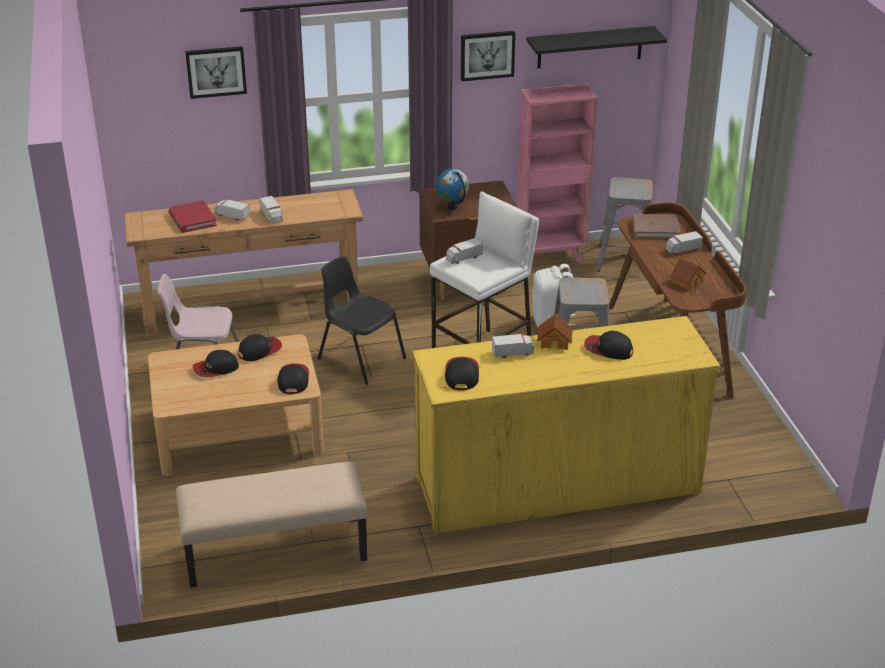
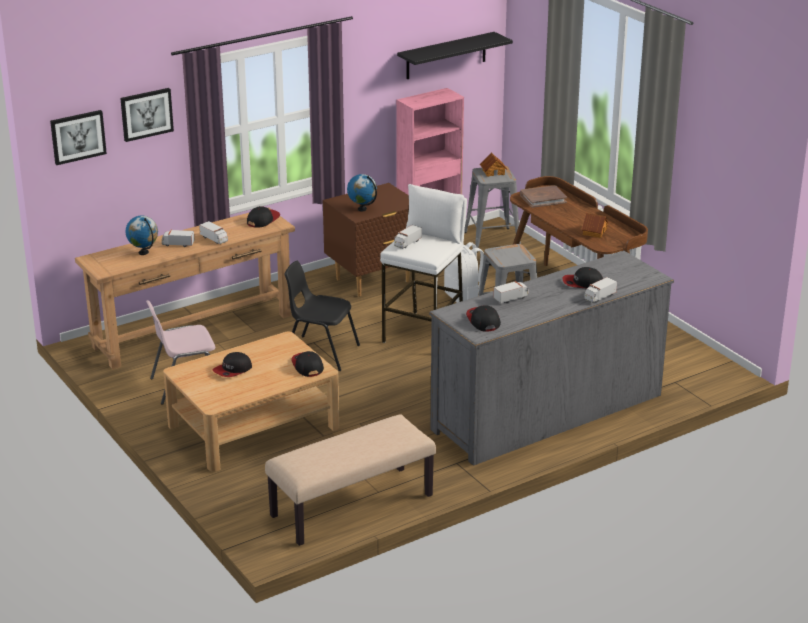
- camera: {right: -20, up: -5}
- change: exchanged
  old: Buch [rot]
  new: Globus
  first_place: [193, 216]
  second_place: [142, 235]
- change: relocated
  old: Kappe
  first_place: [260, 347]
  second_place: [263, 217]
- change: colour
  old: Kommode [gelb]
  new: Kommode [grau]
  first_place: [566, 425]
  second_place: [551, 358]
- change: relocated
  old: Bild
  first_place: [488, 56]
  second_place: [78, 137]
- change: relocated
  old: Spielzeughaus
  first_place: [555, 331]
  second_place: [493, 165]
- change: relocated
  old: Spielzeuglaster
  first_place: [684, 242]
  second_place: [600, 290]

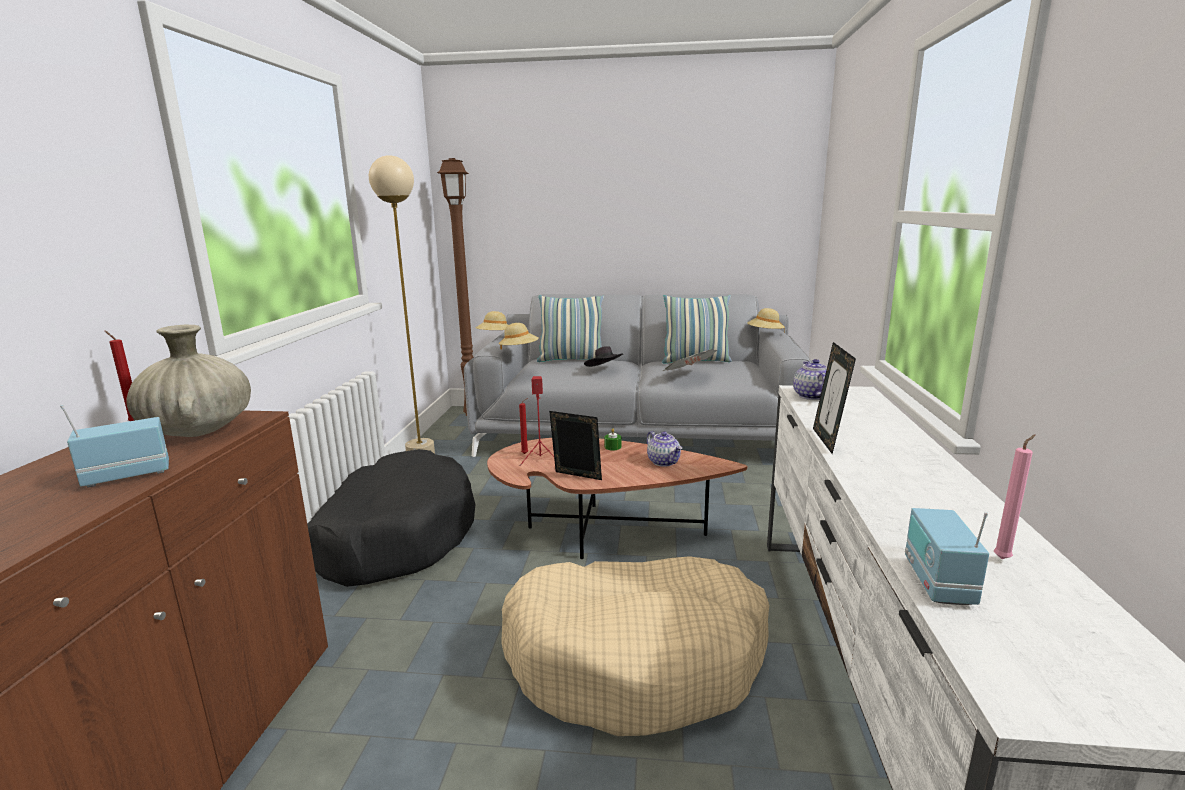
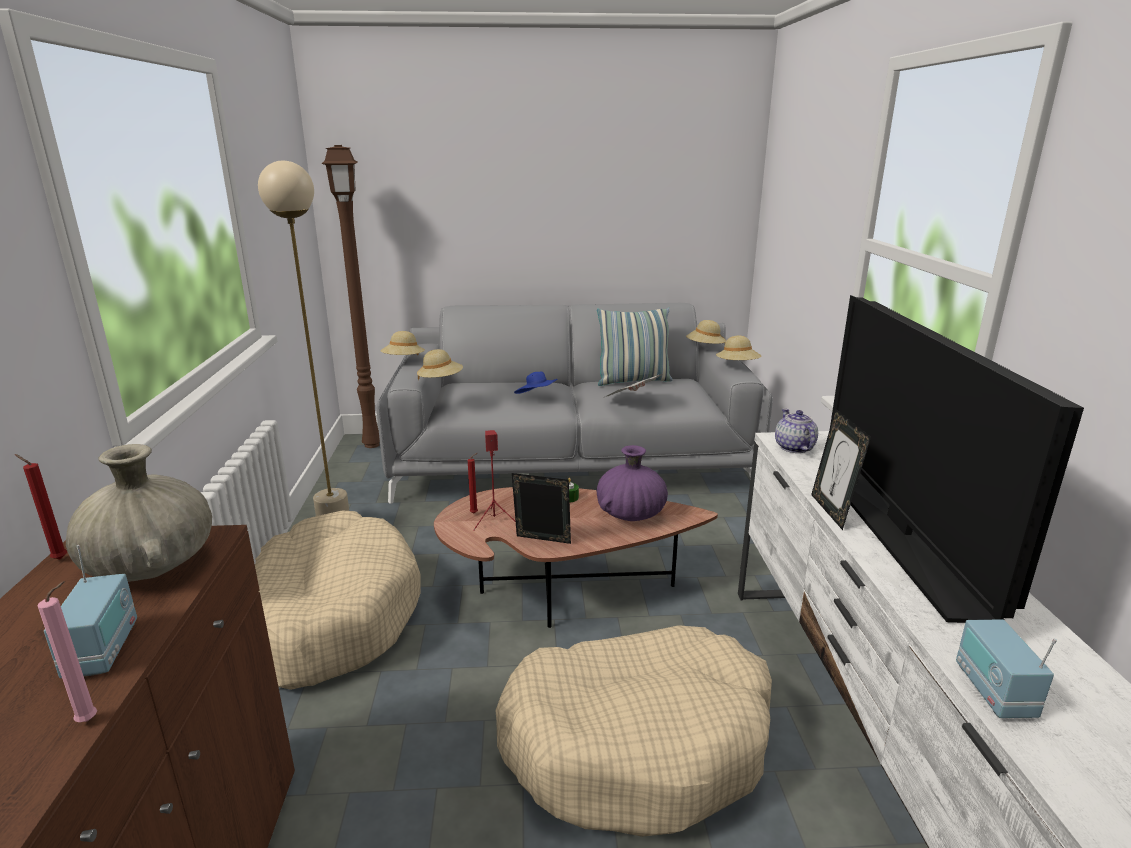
- camera: {right: -10, up: 5}
- change: spun
  old: Radio
  first_place: [114, 446]
  second_place: [90, 611]
  degrees: 120
- change: colour
  old: Hundebett [schwarz]
  new: Hundebett [beige]
  first_place: [391, 518]
  second_place: [337, 600]
- change: missing
  old: Kissen
  first_place: [570, 328]
- change: colour
  old: Hut [schwarz]
  new: Hut [blau]
  first_place: [603, 356]
  second_place: [536, 383]
- change: exchanged
  old: Teekanne
  new: Vase [lila]
  first_place: [664, 449]
  second_place: [632, 483]
- change: relocated
  old: Kerze [rosa]
  first_place: [1014, 496]
  second_place: [67, 651]
- change: appeared
  new: Hut [beige]
  second_place: [738, 348]
- change: appeared
  new: Fernseher
  second_place: [957, 459]

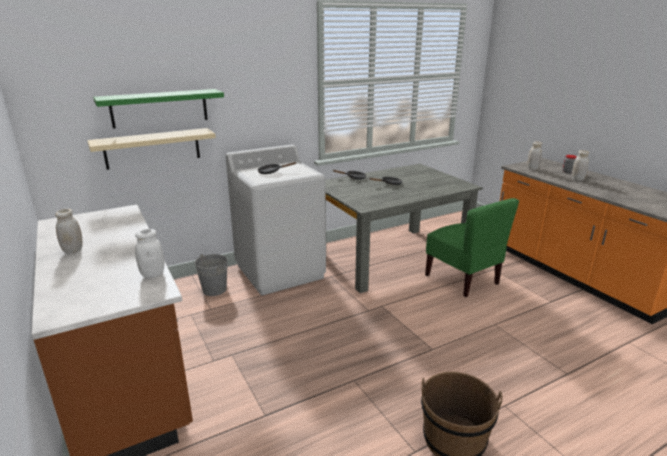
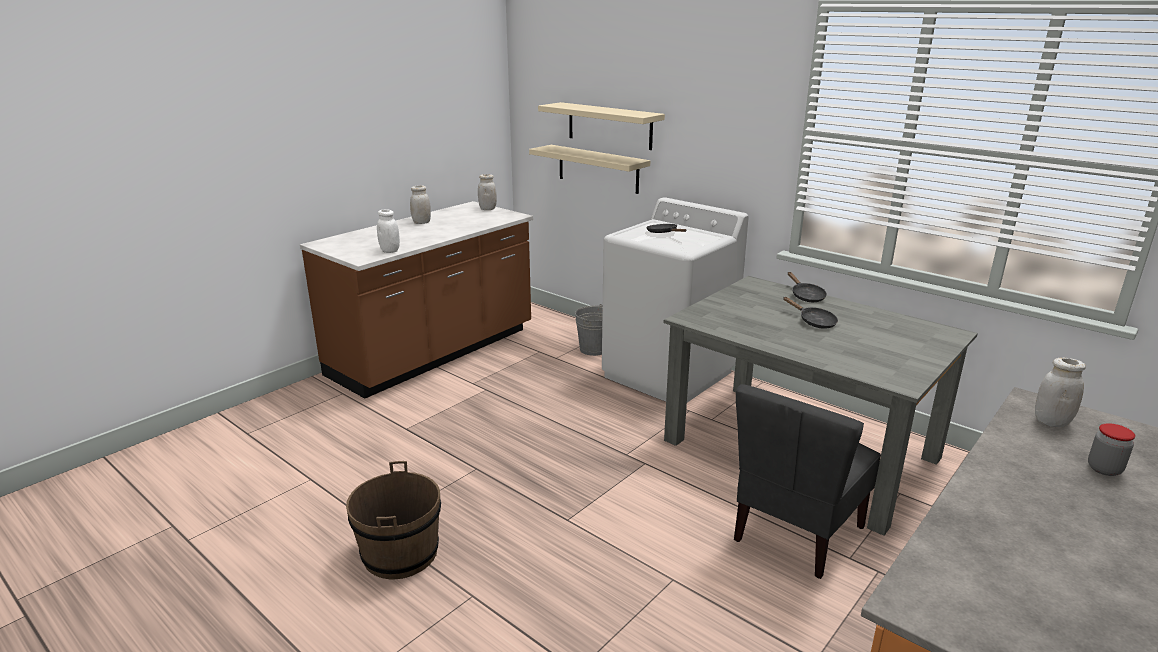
- camera: {right: 70, up: 0}
- change: colour
  old: Wandregal [grün]
  new: Wandregal [beige]
  first_place: [158, 109]
  second_place: [601, 126]
- change: colour
  old: Stuhl [grün]
  new: Stuhl [grau]
  first_place: [472, 247]
  second_place: [807, 481]
- change: relocated
  old: Vorratsglas [weiß]
  first_place: [580, 165]
  second_place: [487, 192]

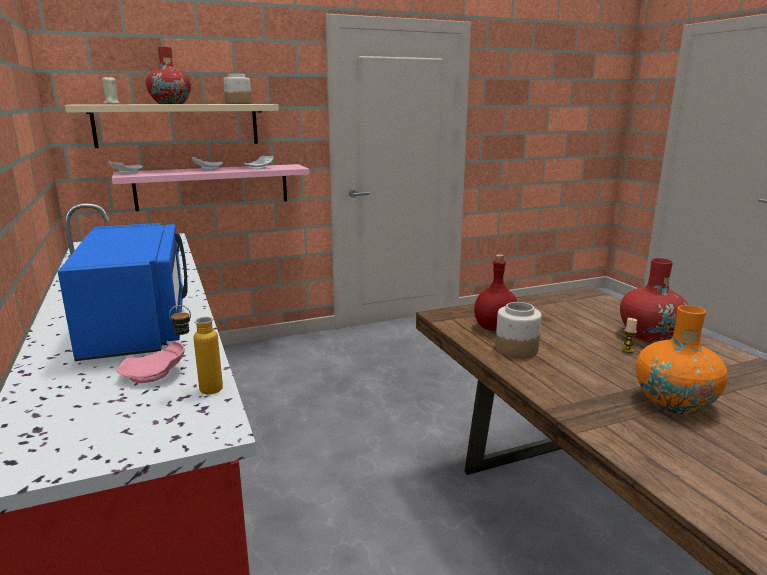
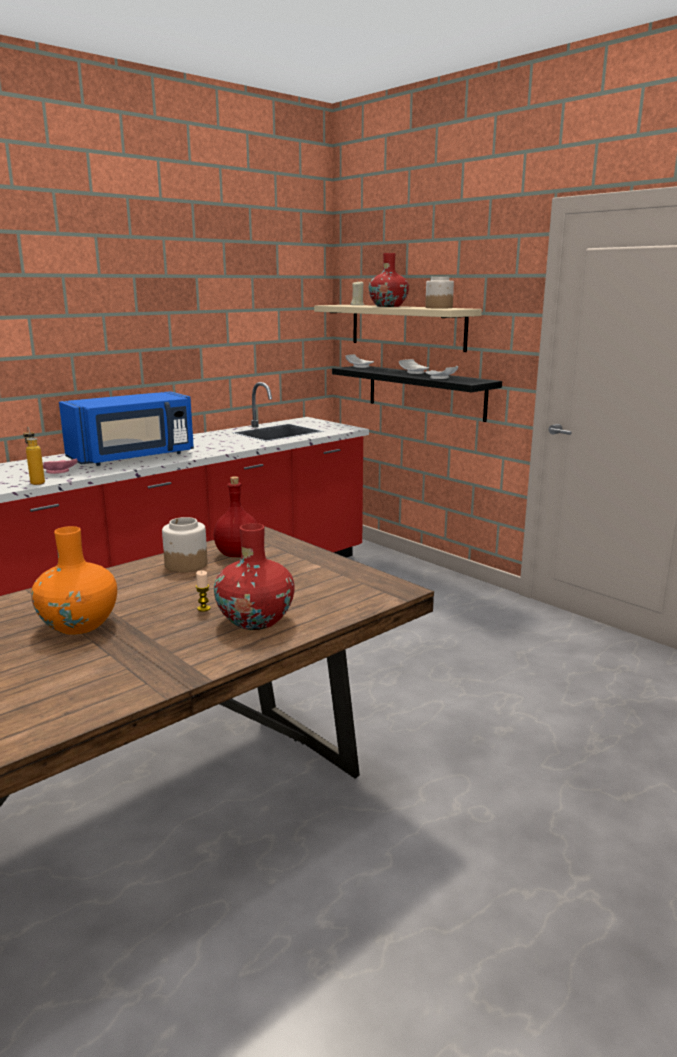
- camera: {right: 70, up: 0}
- change: colour
  old: Wandregal [rosa]
  new: Wandregal [schwarz]
  first_place: [210, 187]
  second_place: [417, 394]

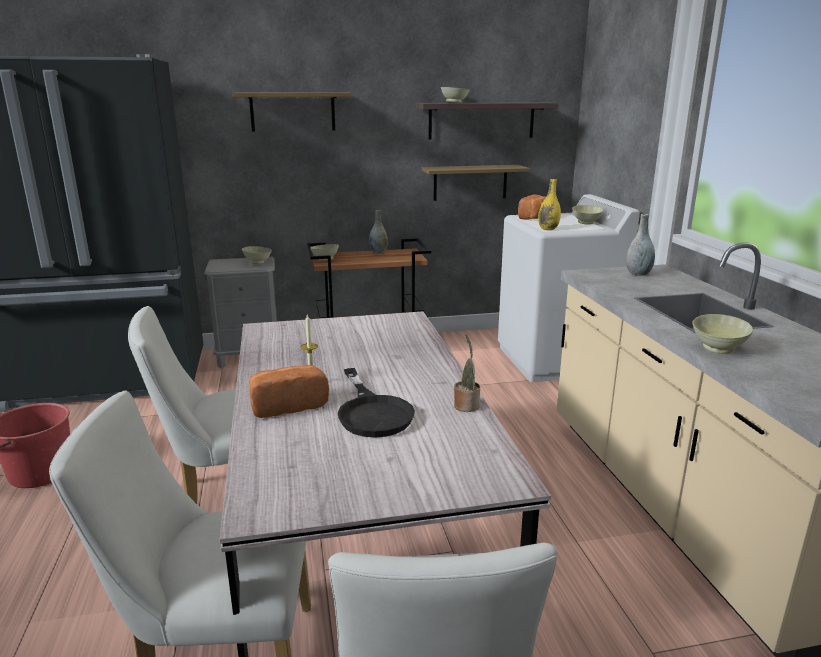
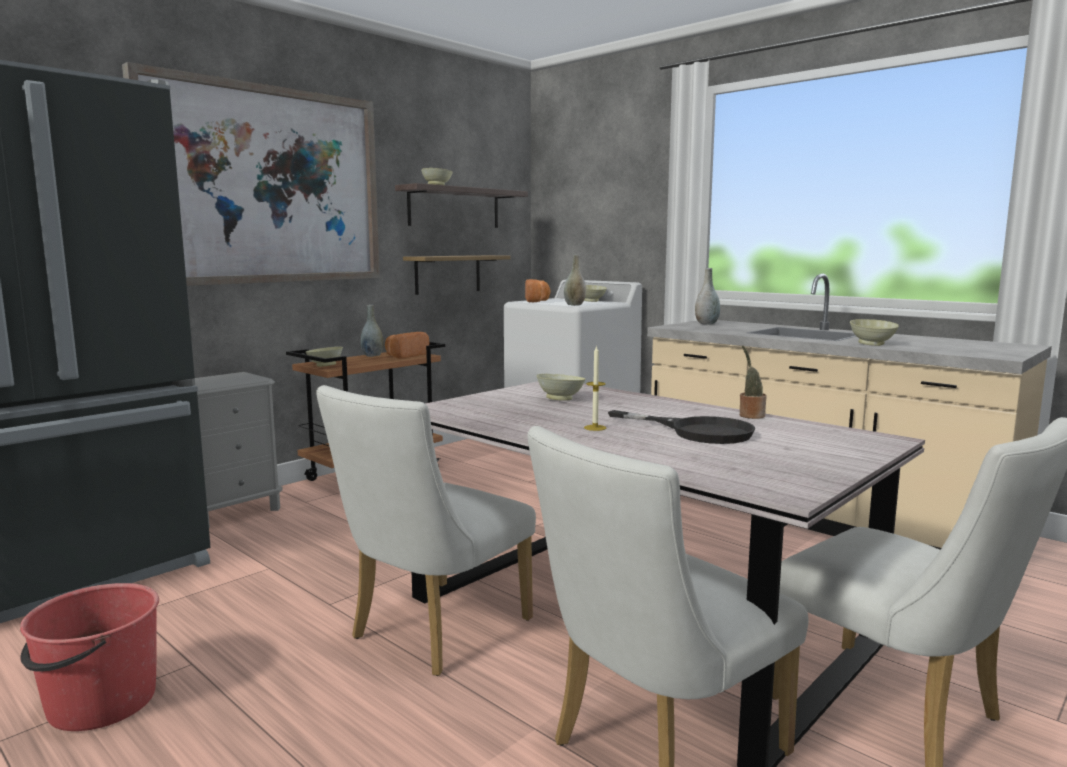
- camera: {right: -35, up: -10}
- change: exchanged
  old: Wandregal
  new: Bild
  first_place: [292, 112]
  second_place: [251, 174]
- change: relocated
  old: Schüssel [beige]
  first_place: [257, 255]
  second_place: [561, 387]
- change: relocated
  old: Brot
  first_place: [289, 391]
  second_place: [407, 345]
- change: colour
  old: Vase [gelb]
  new: Vase [grau]
  first_place: [549, 204]
  second_place: [575, 280]

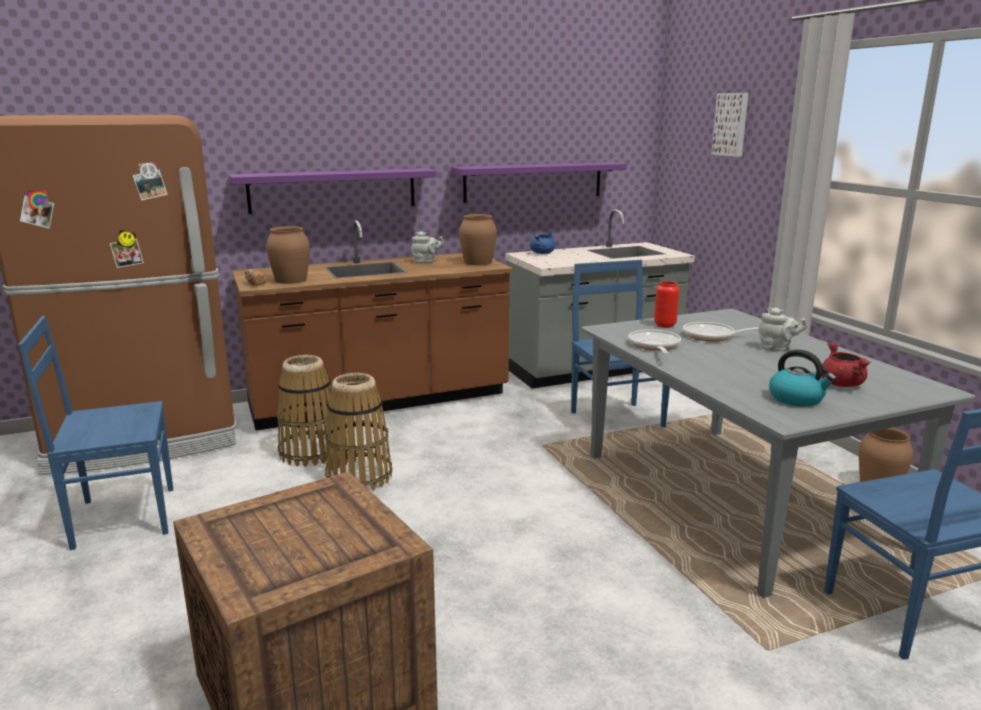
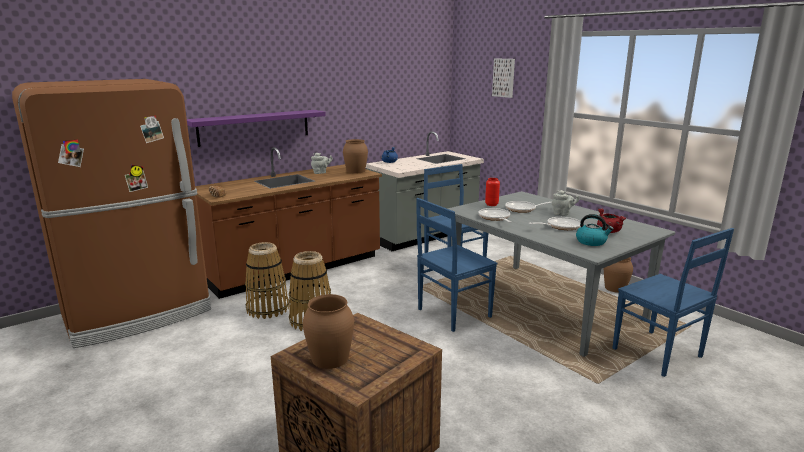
- camera: {right: -15, up: 0}
- change: relocated
  old: Stuhl [blau]
  first_place: [95, 433]
  second_place: [456, 265]
- change: relocated
  old: Vase [braun]
  first_place: [288, 255]
  second_place: [328, 331]
- change: missing
  old: Wandregal [lila]
  first_place: [538, 182]
- change: appeared
  new: Pfanne
  second_place: [554, 223]

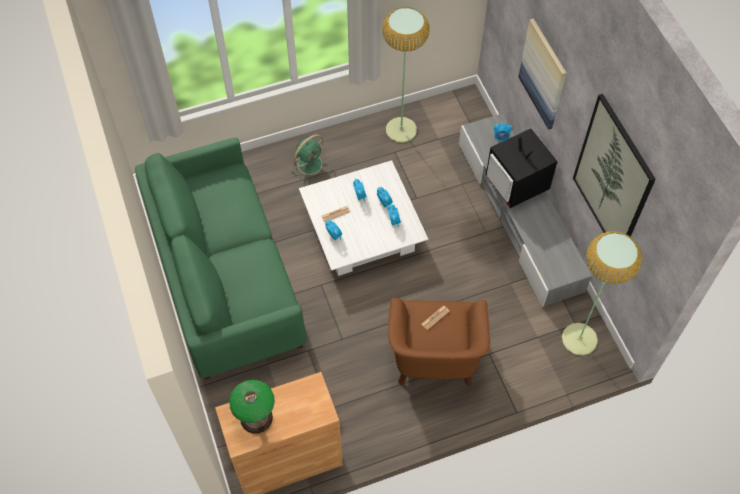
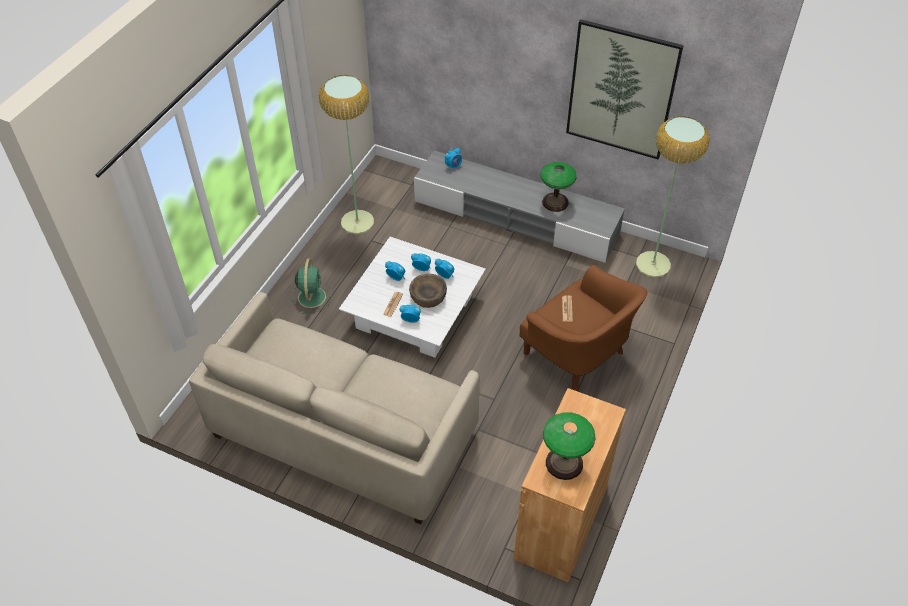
- camera: {right: -45, up: -10}
- change: colour
  old: Sofa [grün]
  new: Sofa [beige]
  first_place: [221, 258]
  second_place: [334, 408]
- change: missing
  old: Fernseher
  first_place: [522, 168]
- change: missing
  old: Bild
  first_place: [542, 74]
- change: appeared
  new: Schüssel [braun]
  second_place: [428, 290]
- change: appeared
  new: Tischlampe
  second_place: [558, 187]

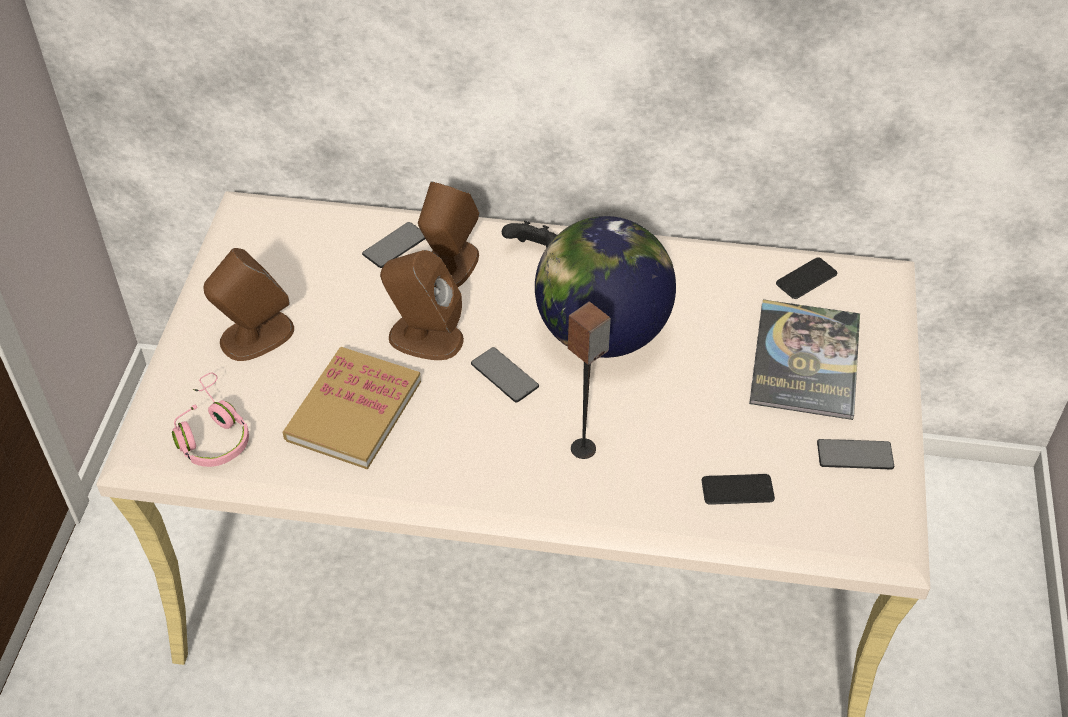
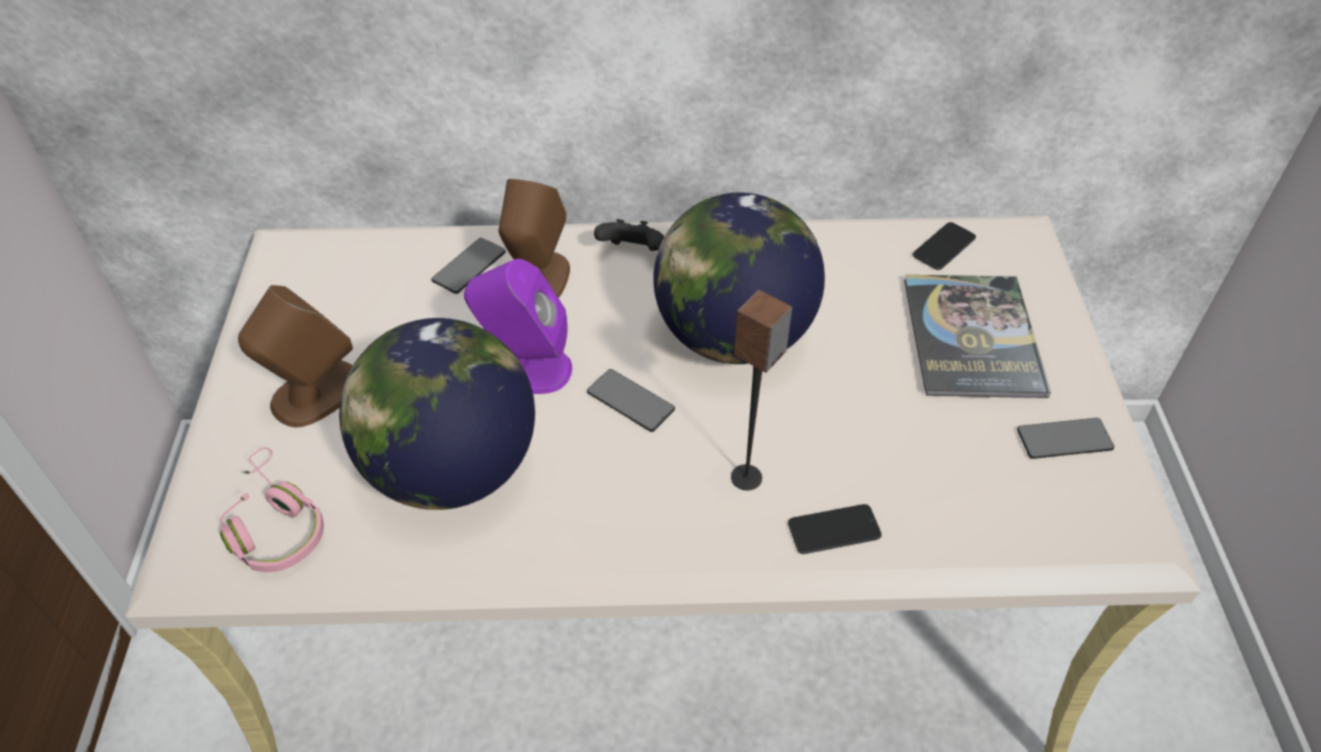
- camera: {right: -10, up: 0}
- change: exchanged
  old: Buch
  new: Globus
  first_place: [352, 408]
  second_place: [437, 414]
- change: colour
  old: Lautsprecher [braun]
  new: Lautsprecher [lila]
  first_place: [422, 305]
  second_place: [518, 326]
- change: relocated
  old: Handy
  first_place: [738, 489]
  second_place: [835, 529]

